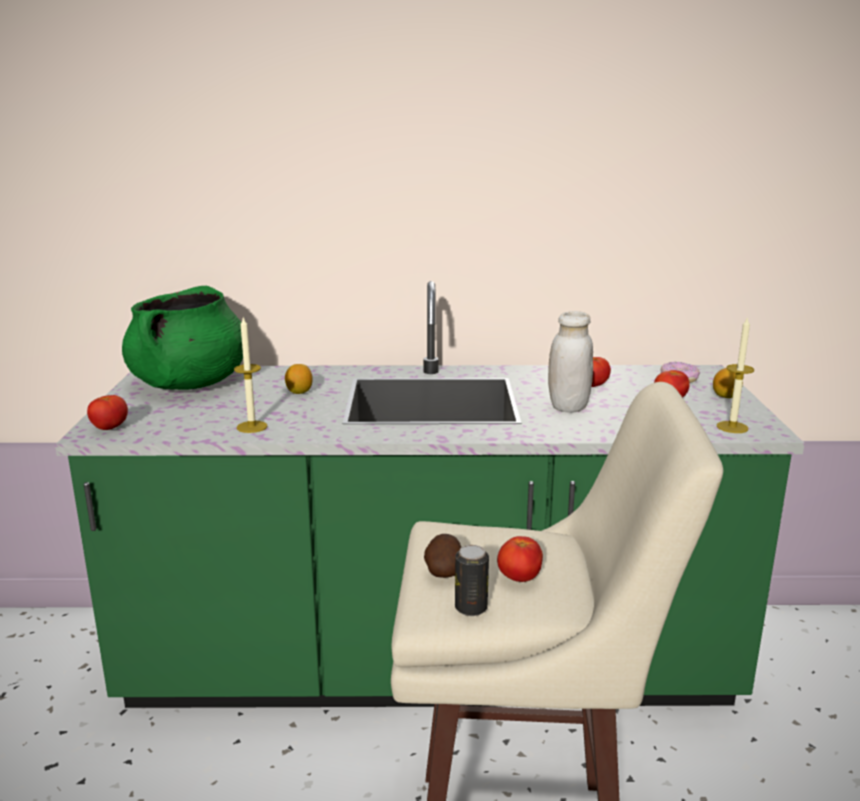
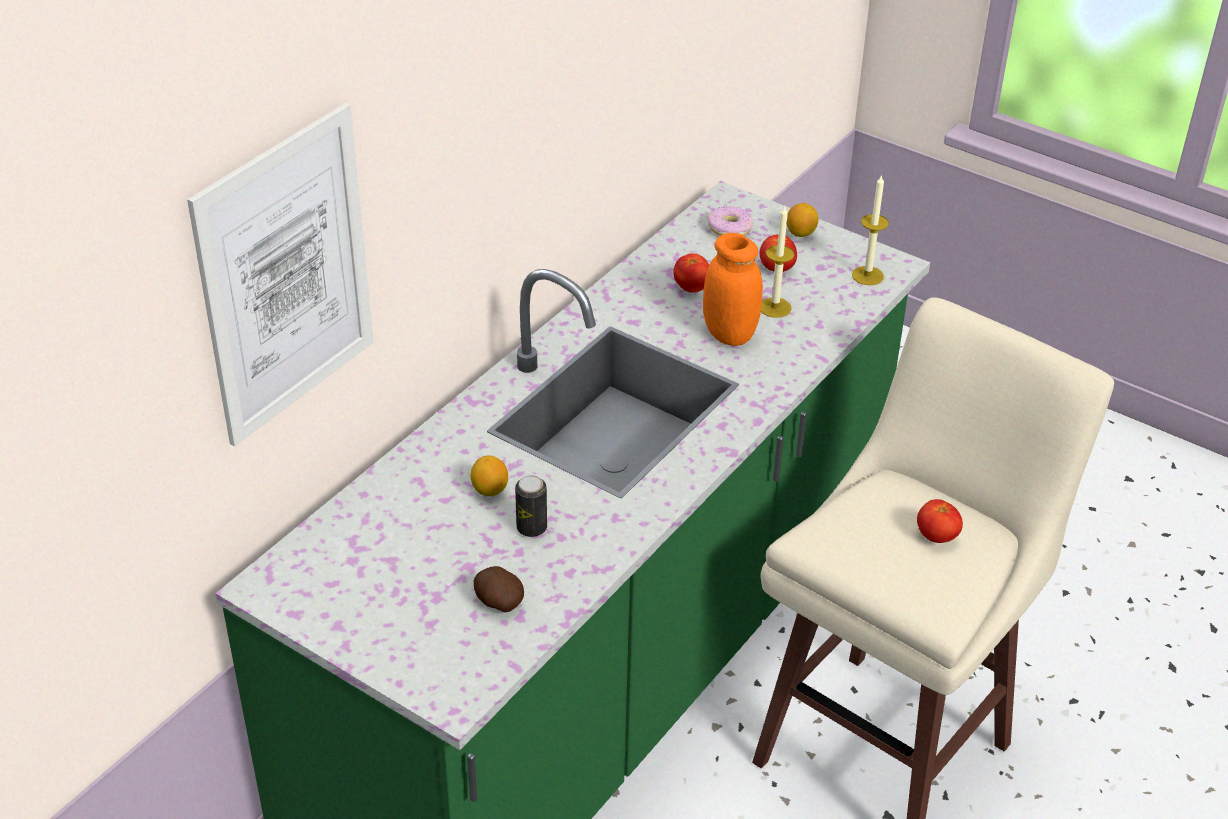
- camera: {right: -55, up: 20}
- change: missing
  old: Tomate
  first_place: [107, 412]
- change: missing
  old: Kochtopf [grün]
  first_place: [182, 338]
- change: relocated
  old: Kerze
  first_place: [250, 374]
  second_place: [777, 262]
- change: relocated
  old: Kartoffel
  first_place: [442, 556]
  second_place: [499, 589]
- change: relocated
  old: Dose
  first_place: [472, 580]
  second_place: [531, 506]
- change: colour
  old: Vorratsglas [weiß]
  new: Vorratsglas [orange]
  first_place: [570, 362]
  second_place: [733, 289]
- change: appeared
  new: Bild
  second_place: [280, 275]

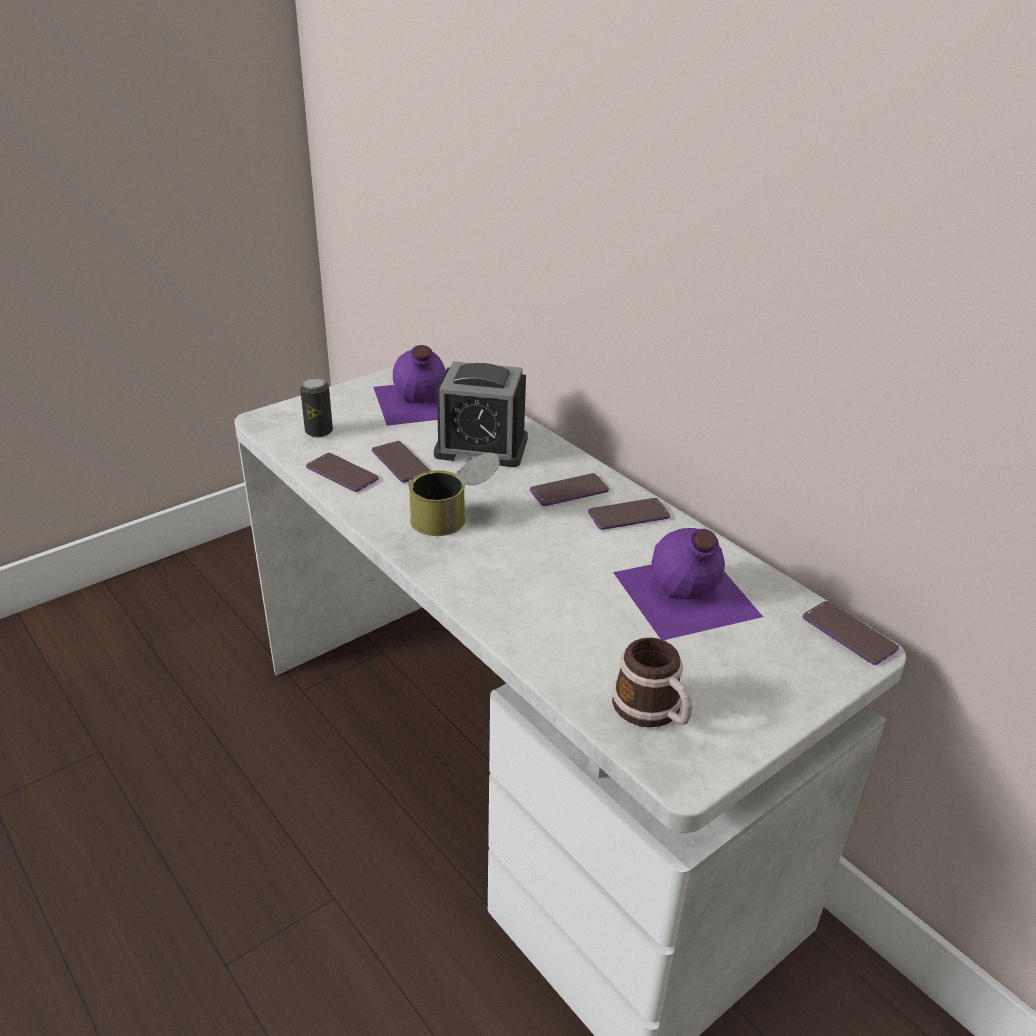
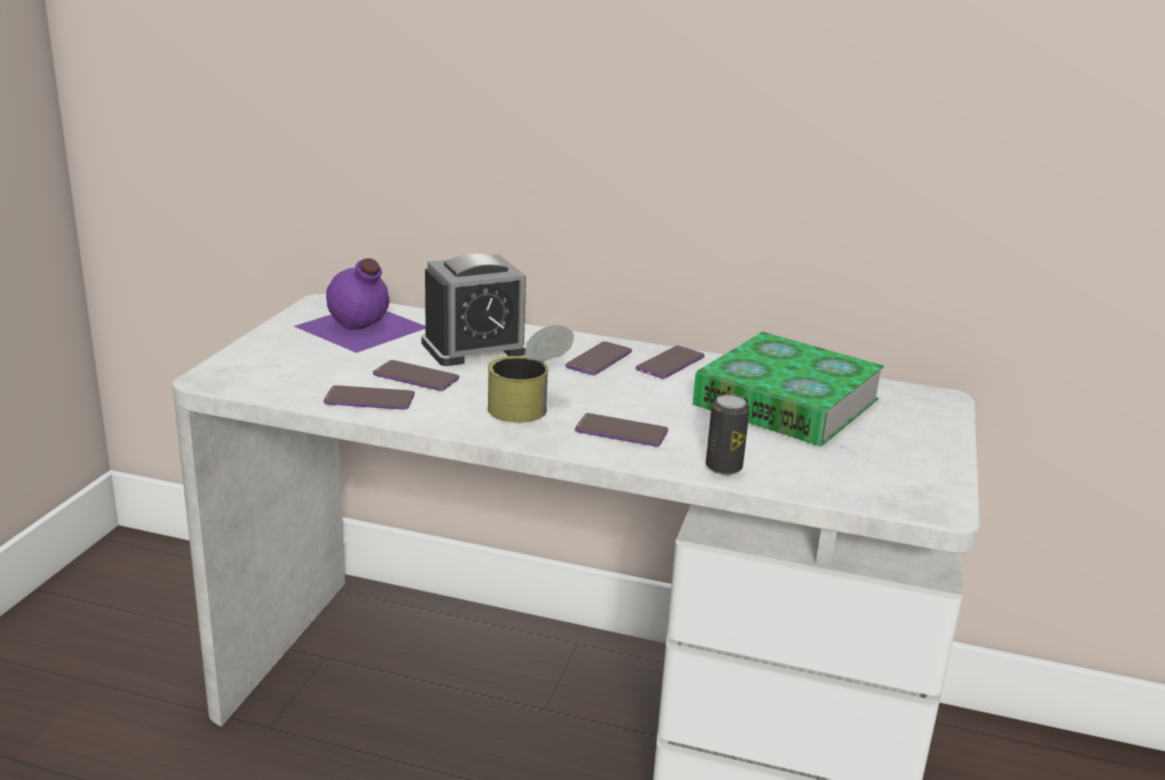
- camera: {right: -35, up: -10}
- change: relocated
  old: Dose
  first_place: [316, 407]
  second_place: [728, 434]
- change: missing
  old: Henkelbecher
  first_place: [652, 682]
- change: exchanged
  old: Flasche [lila]
  new: Buch
  first_place: [688, 584]
  second_place: [788, 389]
- change: relocated
  old: Handy
  first_place: [851, 633]
  second_place: [621, 430]

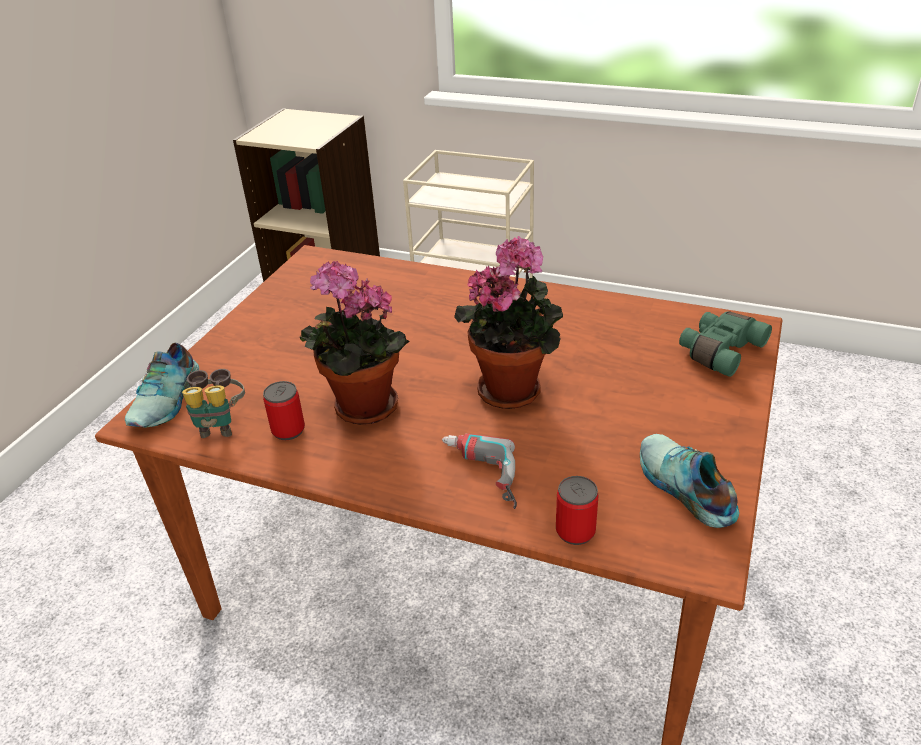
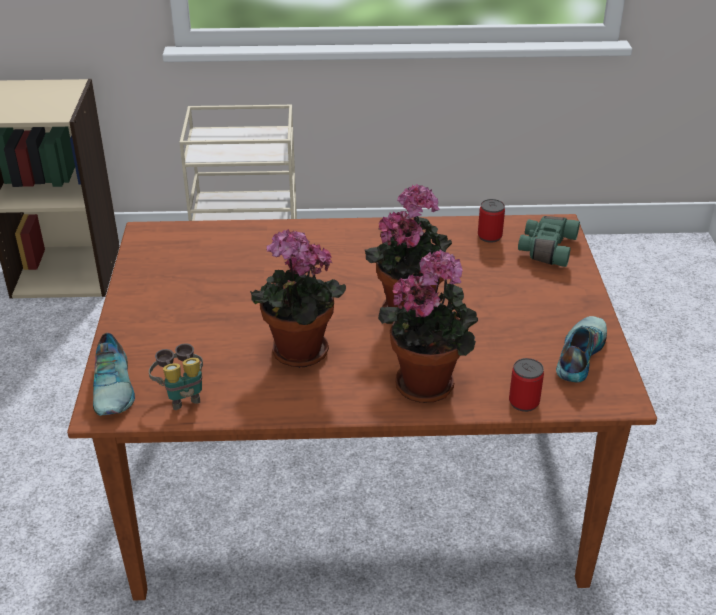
- camera: {right: -25, up: 0}
- change: relocated
  old: Dose
  first_place: [284, 410]
  second_place: [491, 221]
- change: exchanged
  old: Bohrmaschine
  new: Topfpflanze
  first_place: [479, 471]
  second_place: [428, 326]
- change: spun
  old: Schuh
  first_place: [689, 481]
  second_place: [581, 349]
  degrees: 75

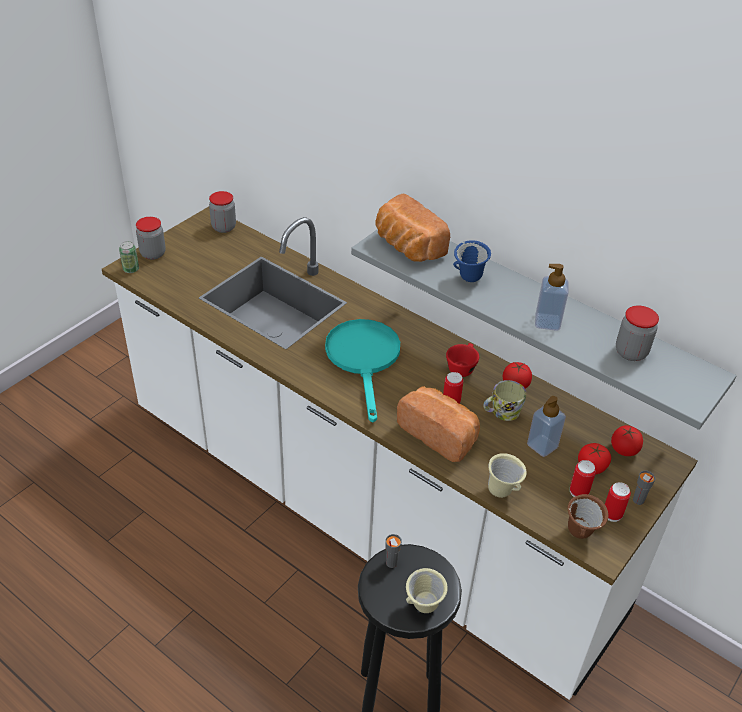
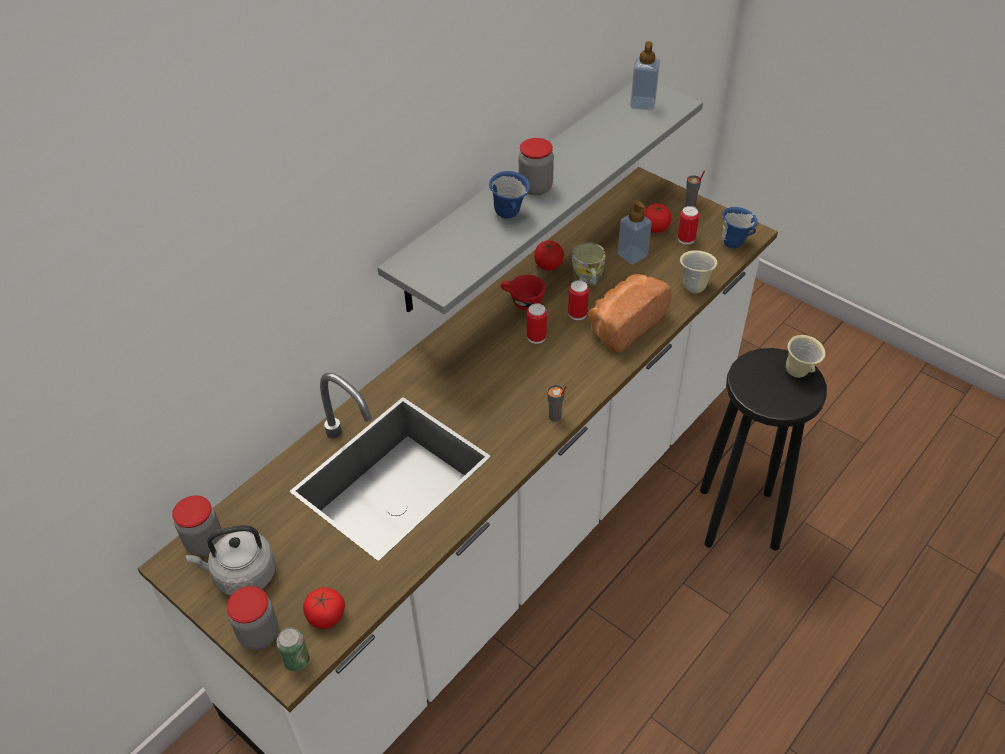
- camera: {right: -85, up: 5}
- change: missing
  old: Pfanne [türkis]
  first_place: [362, 371]
- change: missing
  old: Brot
  first_place: [412, 228]
- change: relocated
  old: Tasse [grau]
  first_place: [393, 551]
  second_place: [557, 403]
- change: relocated
  old: Seifenspender
  first_place: [552, 297]
  second_place: [645, 75]
- change: colour
  old: Henkelbecher [braun]
  new: Henkelbecher [blau]
  first_place: [588, 516]
  second_place: [739, 227]
- change: relocated
  old: Dose
  first_place: [618, 502]
  second_place: [537, 323]
- change: relocated
  old: Tomate
  first_place: [627, 440]
  second_place: [324, 608]
- change: relocated
  old: Vorratsglas
  first_place: [637, 333]
  second_place: [536, 166]
- change: appeared
  new: Wasserkessel [grau]
  second_place: [231, 560]

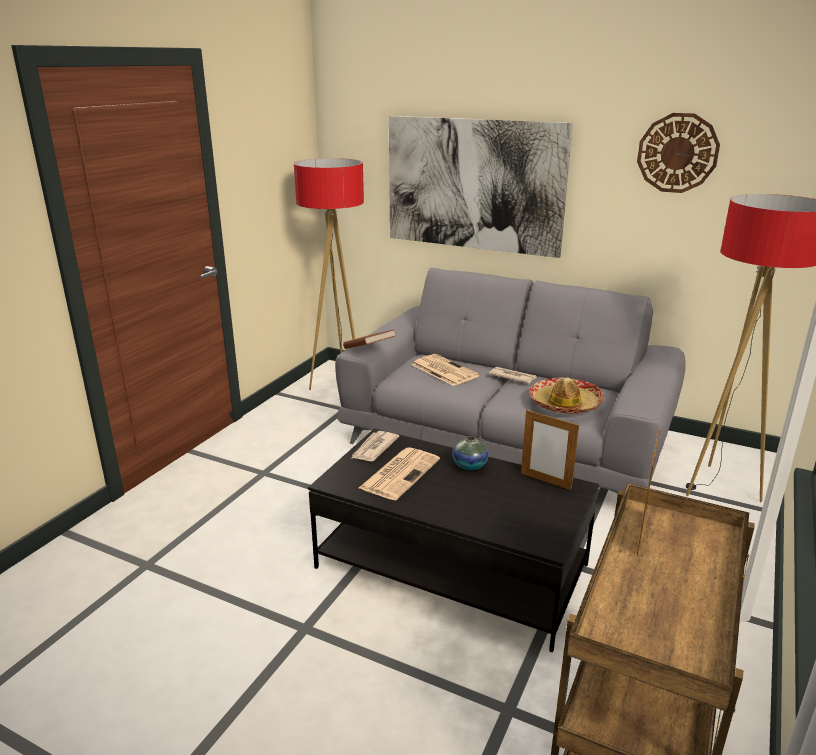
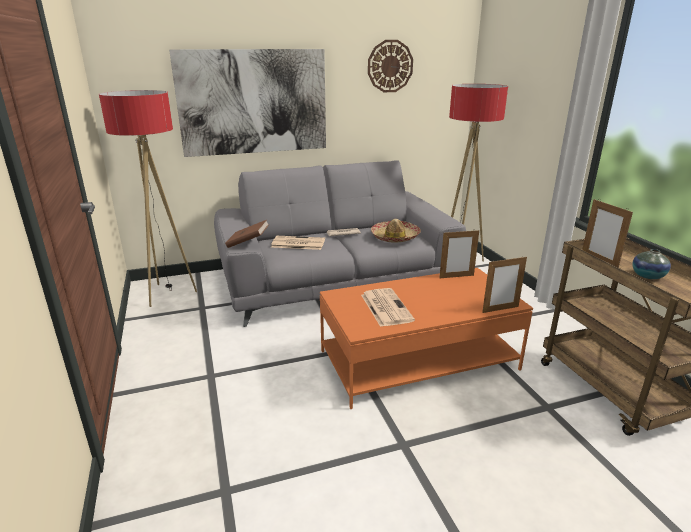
- camera: {right: -45, up: 0}
- change: colour
  old: Couchtisch [schwarz]
  new: Couchtisch [orange]
  first_place: [453, 540]
  second_place: [426, 338]
- change: missing
  old: Zeitung
  first_place: [375, 446]
- change: relocated
  old: Vase
  first_place: [470, 453]
  second_place: [652, 264]
- change: appeared
  new: Bilderrahmen
  second_place: [504, 285]

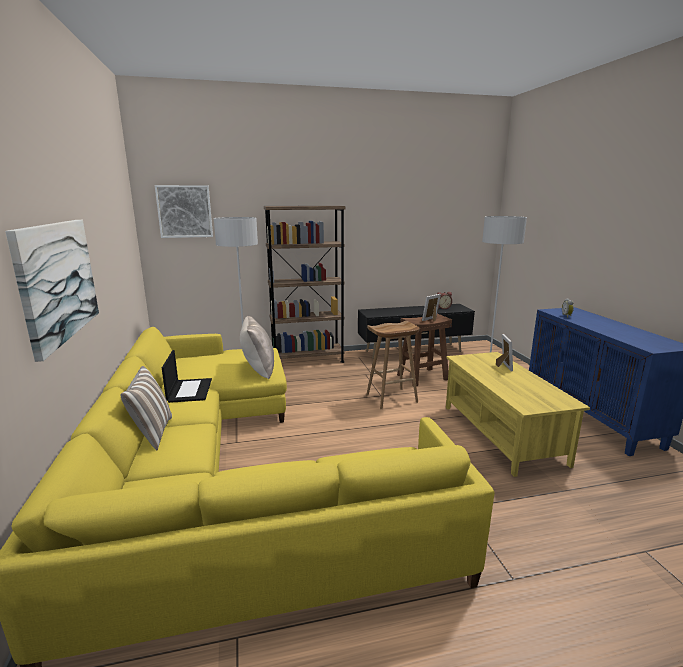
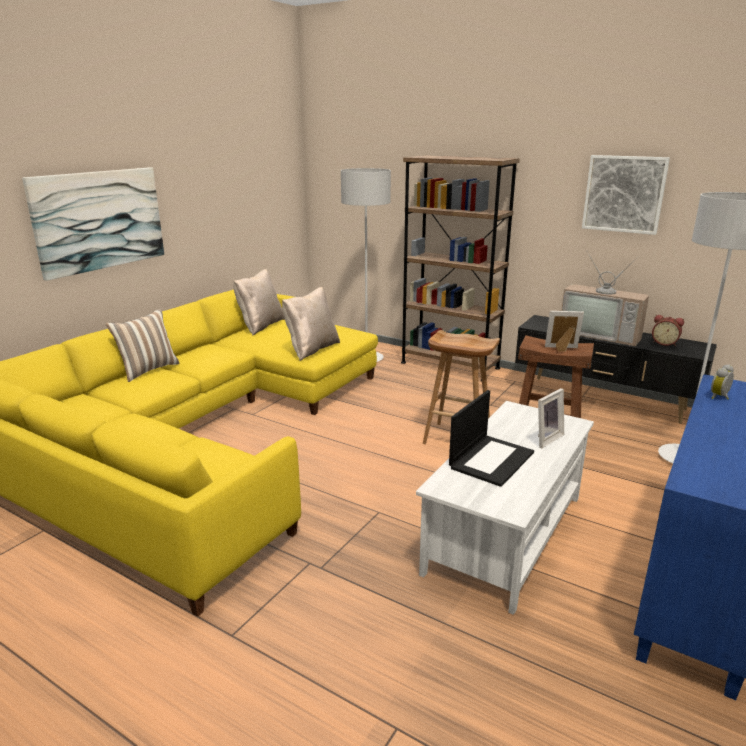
- camera: {right: 45, up: 5}
- change: relocated
  old: Bild
  first_place: [184, 211]
  second_place: [626, 195]
- change: relocated
  old: Laptop
  first_place: [187, 376]
  second_place: [491, 438]
- change: colour
  old: Couchtisch [gelb]
  new: Couchtisch [weiß]
  first_place: [518, 414]
  second_place: [505, 508]
- change: appeared
  new: Kissen [beige]
  second_place: [259, 302]
- change: appeared
  new: Fernseher
  second_place: [605, 299]

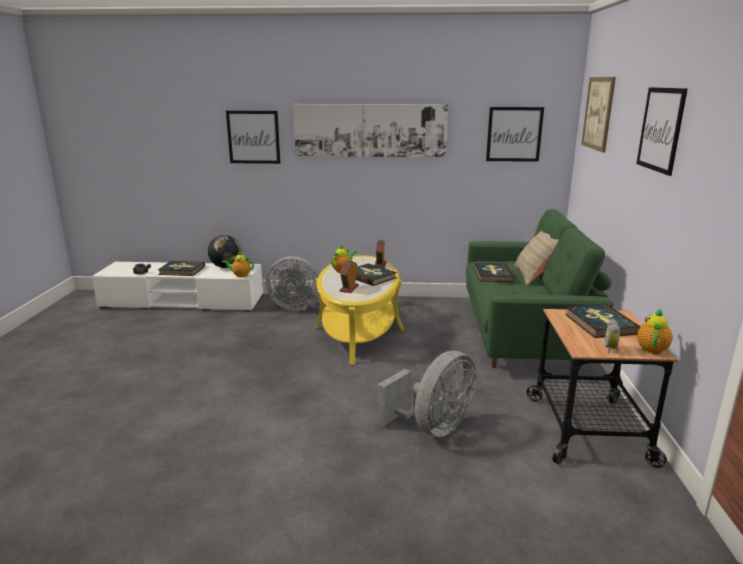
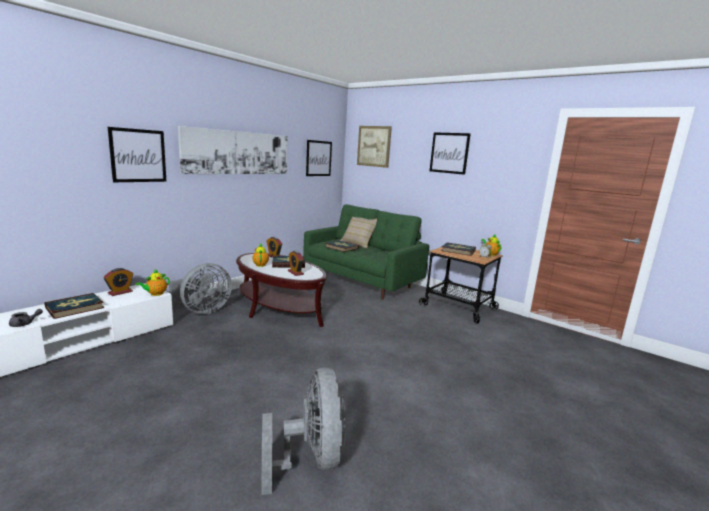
- camera: {right: -55, up: -5}
- change: exchanged
  old: Globus
  new: Wecker
  first_place: [225, 251]
  second_place: [118, 282]
- change: colour
  old: Couchtisch [gelb]
  new: Couchtisch [braun]
  first_place: [359, 310]
  second_place: [281, 290]
- change: relocated
  old: Ventilator [grau]
  first_place: [427, 394]
  second_place: [304, 431]

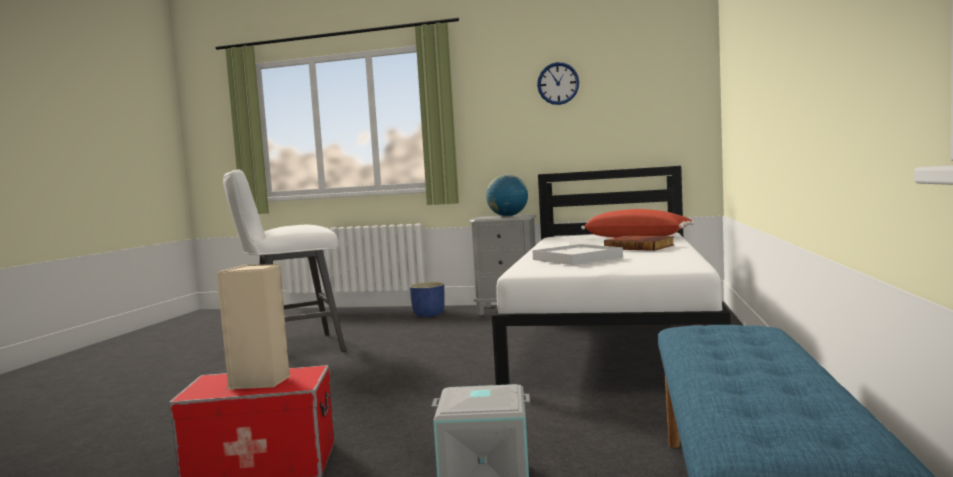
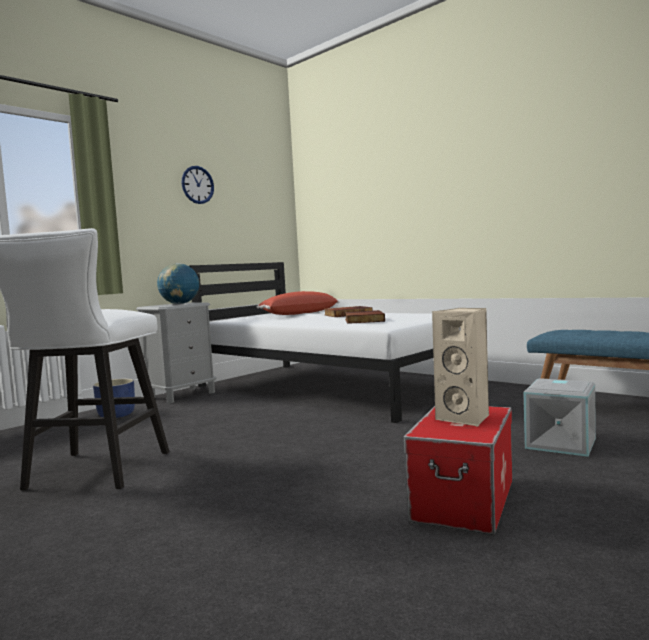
- camera: {right: -60, up: 0}
- change: exchanged
  old: Tablett [weiß]
  new: Buch
  first_place: [577, 254]
  second_place: [365, 317]

